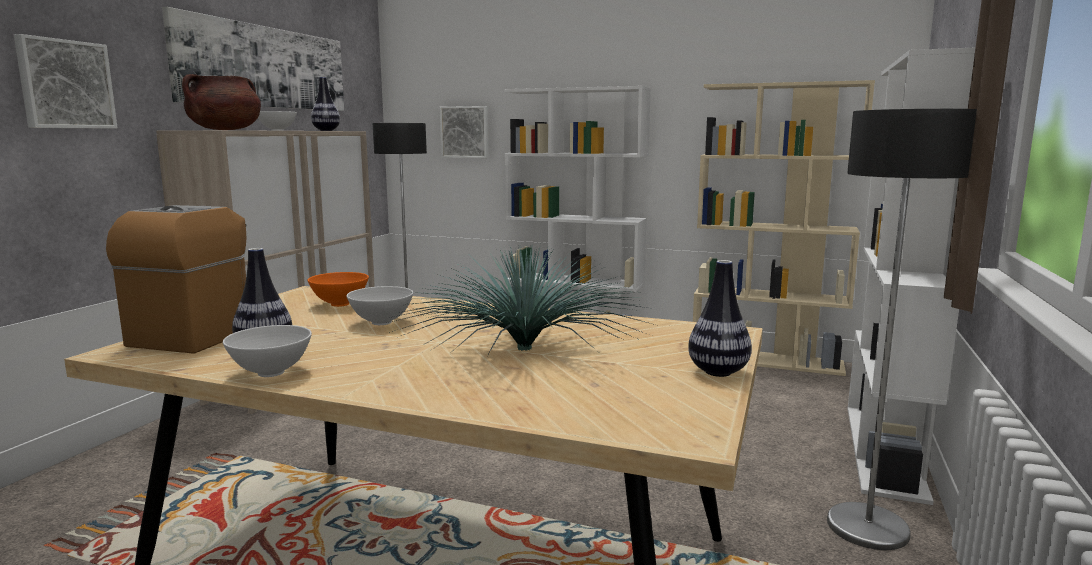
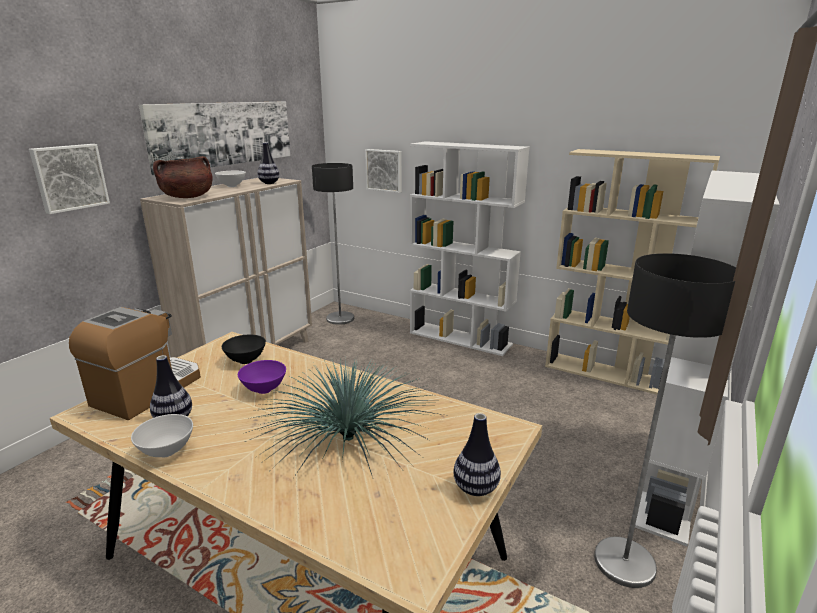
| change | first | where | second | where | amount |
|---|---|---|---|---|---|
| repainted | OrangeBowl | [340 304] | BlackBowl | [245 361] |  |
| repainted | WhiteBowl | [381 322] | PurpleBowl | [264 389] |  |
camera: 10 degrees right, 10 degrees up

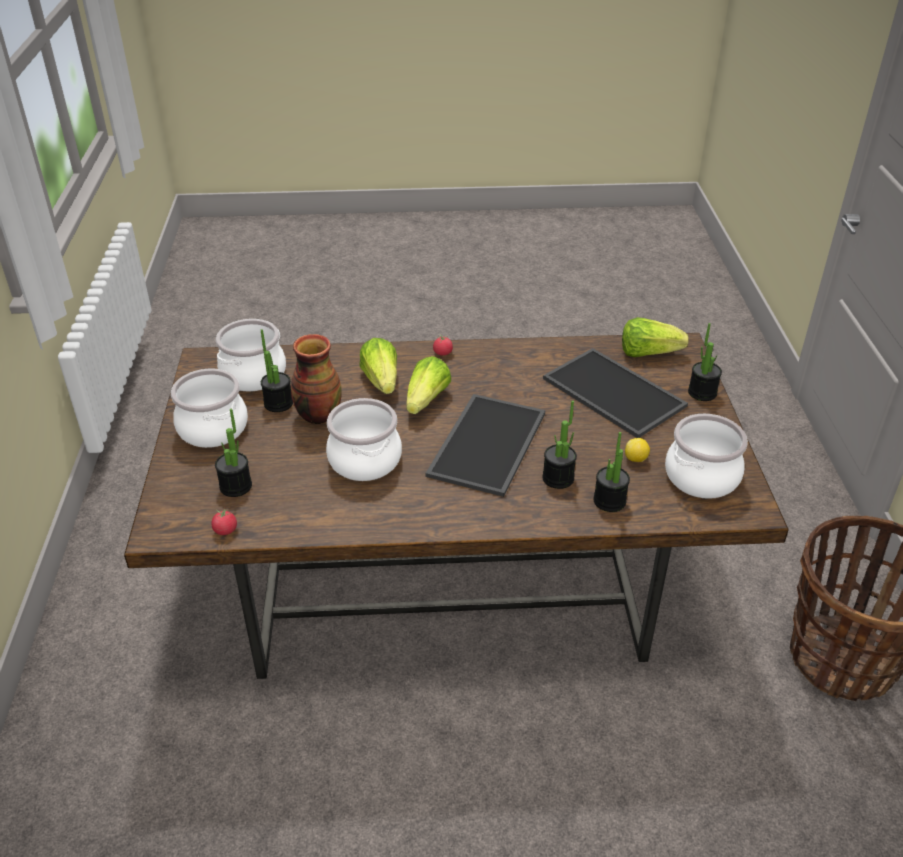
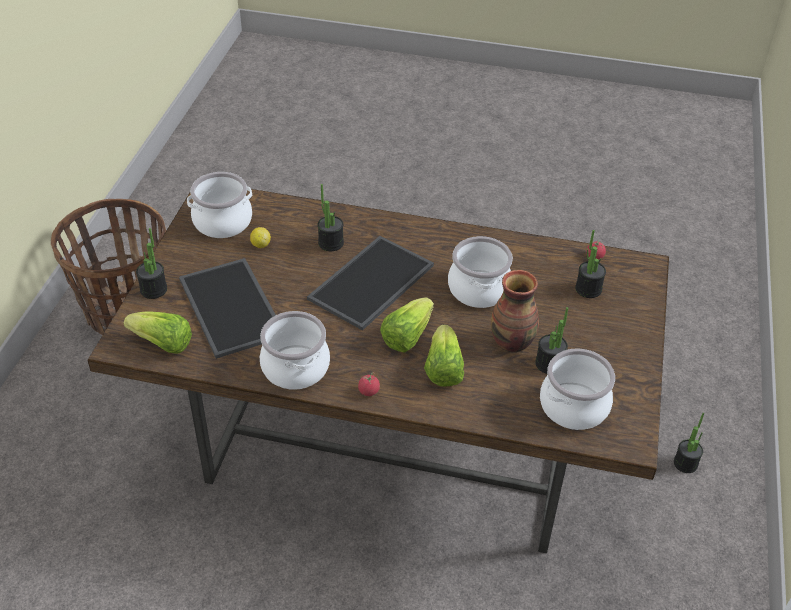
| change | first | where | second | where | amount |
|---|---|---|---|---|---|
| shifted | CookingPot | [213 428] |  | [294 368] |  |
| shifted | PottedPlant | [609 501] |  | [685 463] |  |
camera: 165 degrees left, 5 degrees up

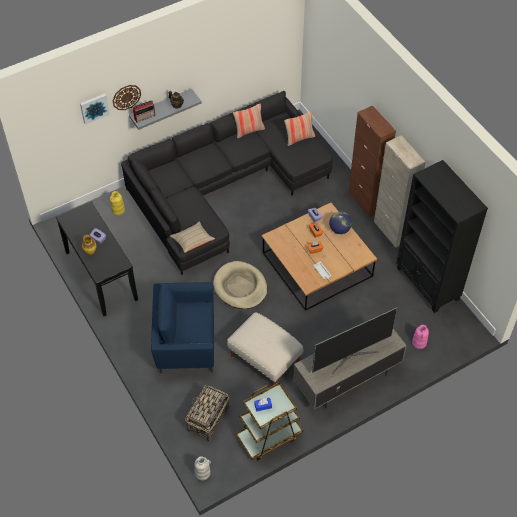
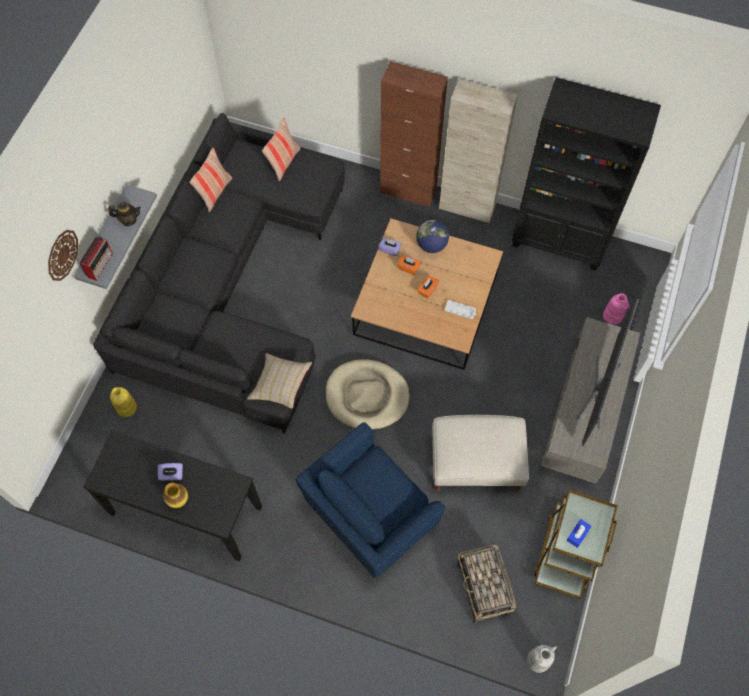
| change | first | where | second | where | amount |
|---|---|---|---|---|---|
| gone | Picture | [94 108] |  |  |  |
camera: 40 degrees left, 10 degrees up

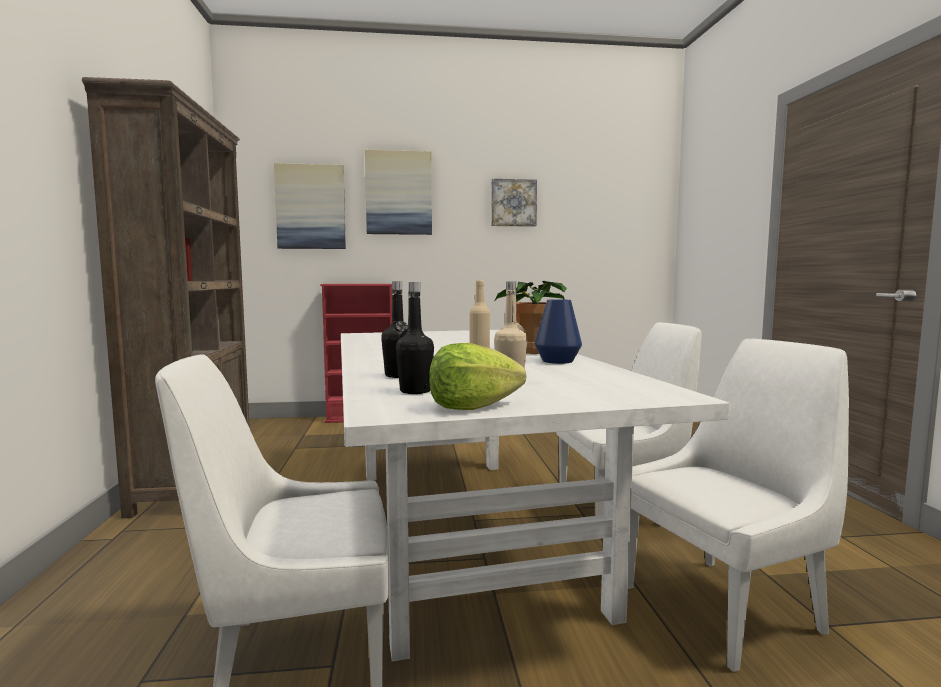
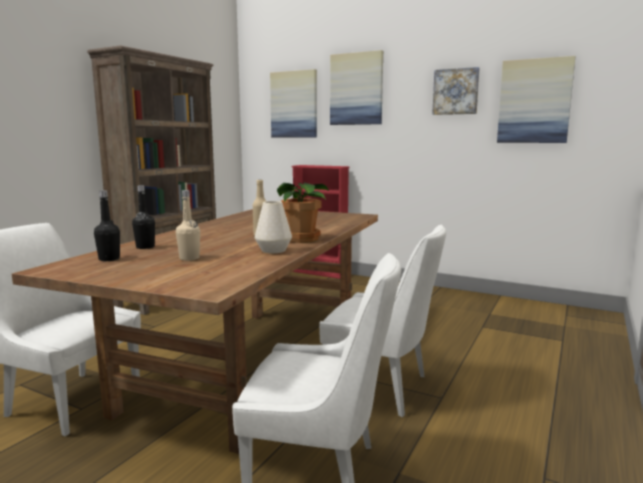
| change | first | where | second | where | amount |
|---|---|---|---|---|---|
| repainted | WhiteDiningTable | [462 530] | BrownDiningTable | [249 365] |  |
| repainted | BlueVase | [558 361] | WhiteVase | [273 250] |  |
| new |  |  | Picture | [534 101] |  |
| gone | Lettuce | [472 406] |  |  |  |
camera: 35 degrees right, 5 degrees up

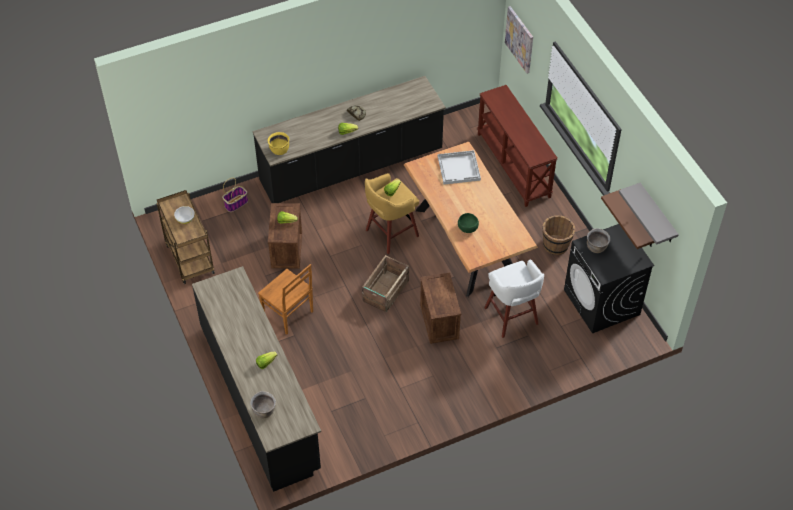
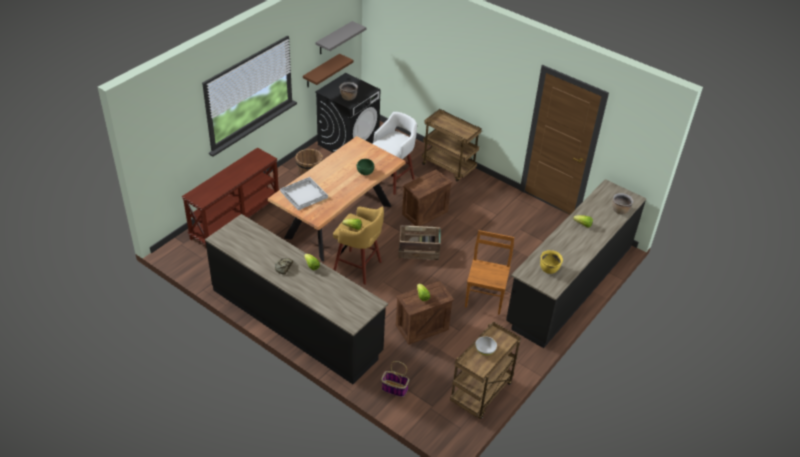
| change | first | where | second | where | amount |
|---|---|---|---|---|---|
| new |  |  | BrownCart | [449 167] |  |
| shifted | YellowCookingPot | [279 150] |  | [549 269] |  |
| gone | Picture | [520 39] |  |  |  |
camera: 120 degrees left, 10 degrees down

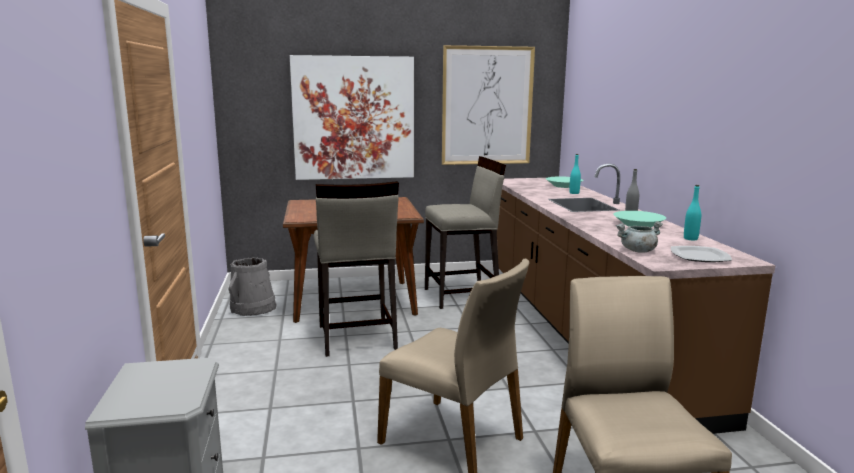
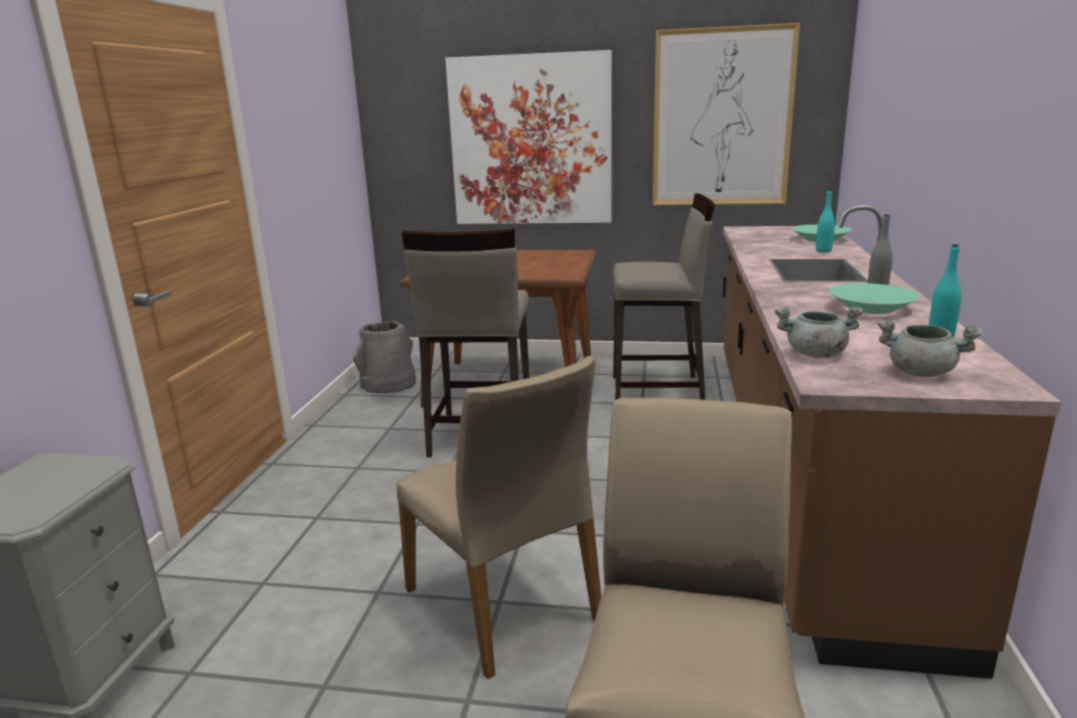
| change | first | where | second | where | amount |
|---|---|---|---|---|---|
| swapped | Plate | [700 256] | GreyCookingPot | [921 372] |  |
camera: 20 degrees right, 5 degrees up

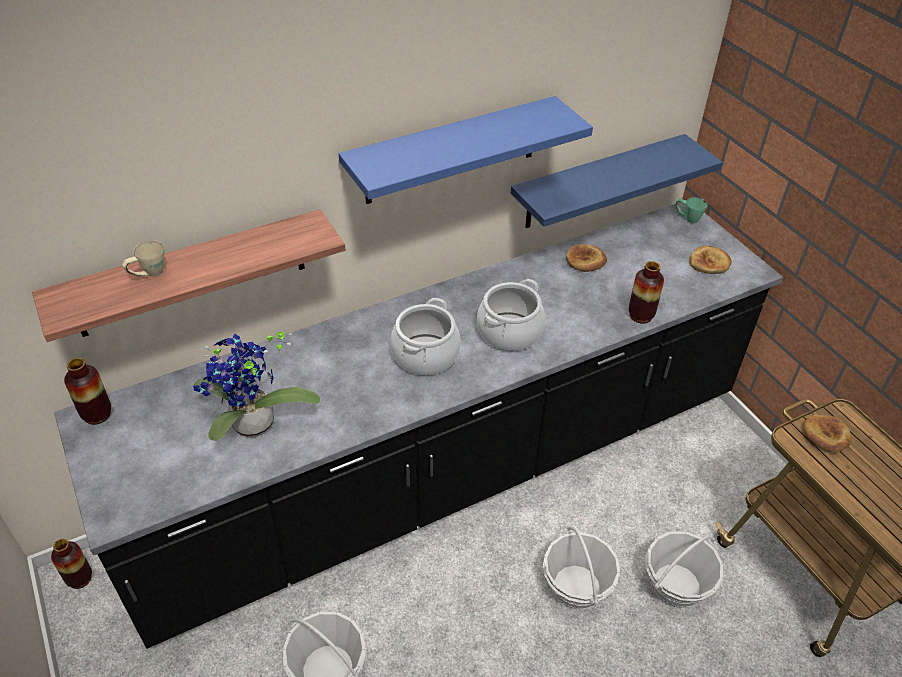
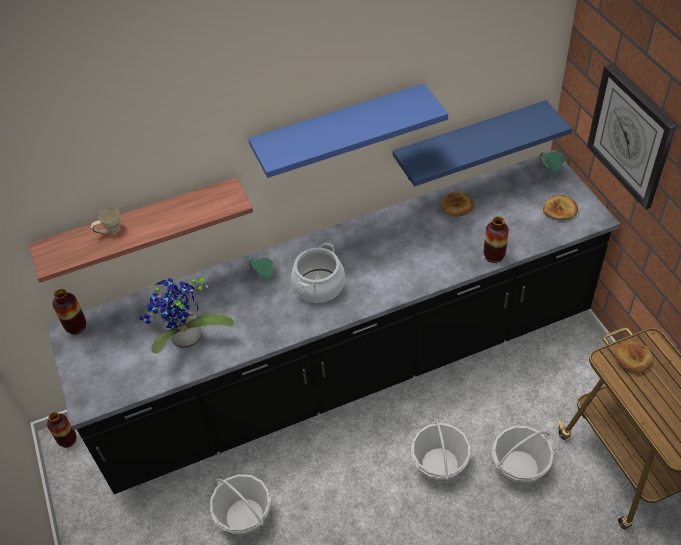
| change | first | where | second | where | amount |
|---|---|---|---|---|---|
| new |  |  | GreenMug | [262 275] |  |
| new |  |  | WallClock | [630 136] |  |
| gone | CookingPot | [509 332] |  |  |  |
camera: 10 degrees right, 5 degrees up

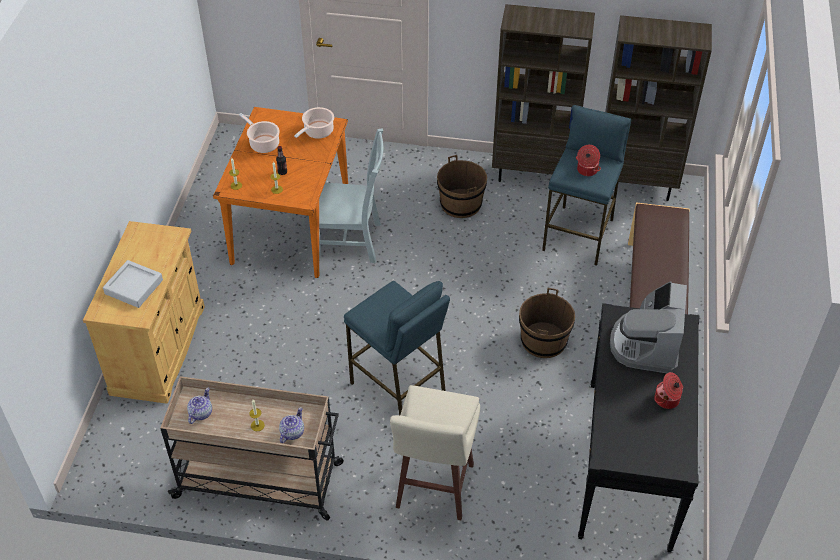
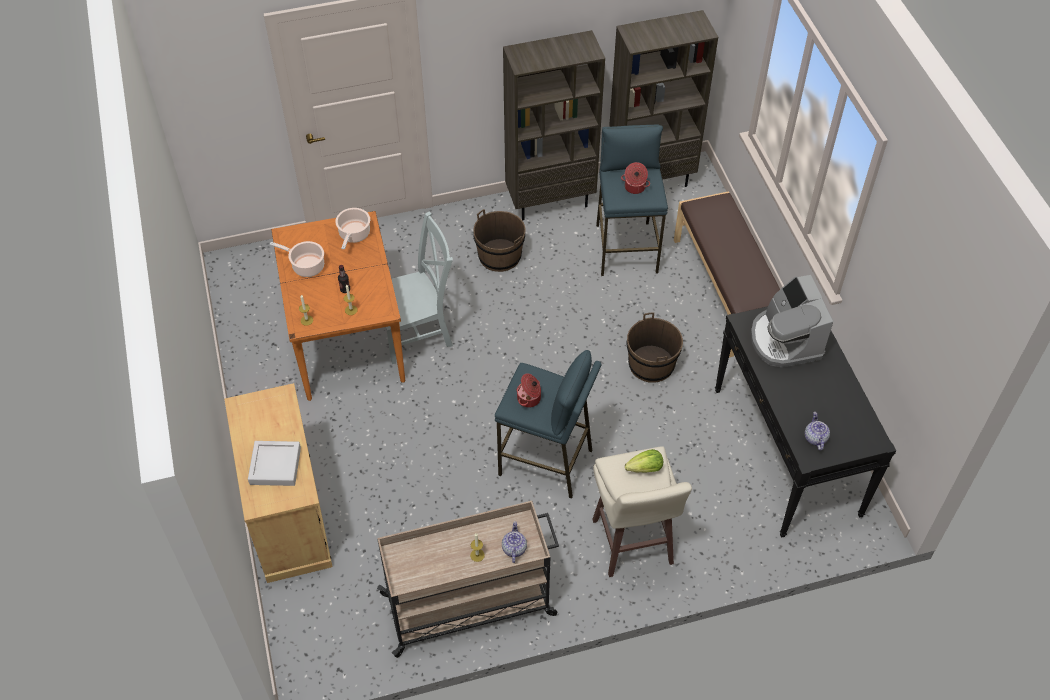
| change | first | where | second | where | amount |
|---|---|---|---|---|---|
| shifted | CookingPot | [667 400] |  | [529 398] |  |
| new |  |  | Lettuce | [645 469] |  |
| shifted | Teapot | [200 413] |  | [815 438] |  |
camera: 25 degrees left, 5 degrees up

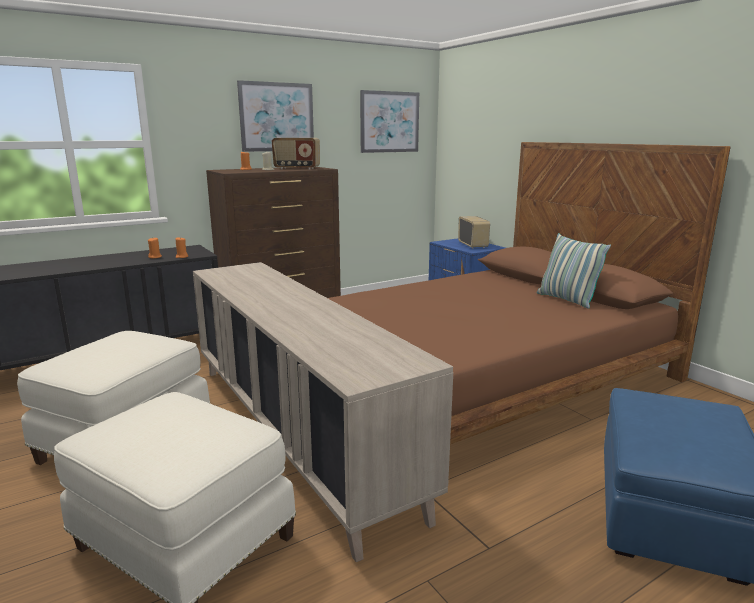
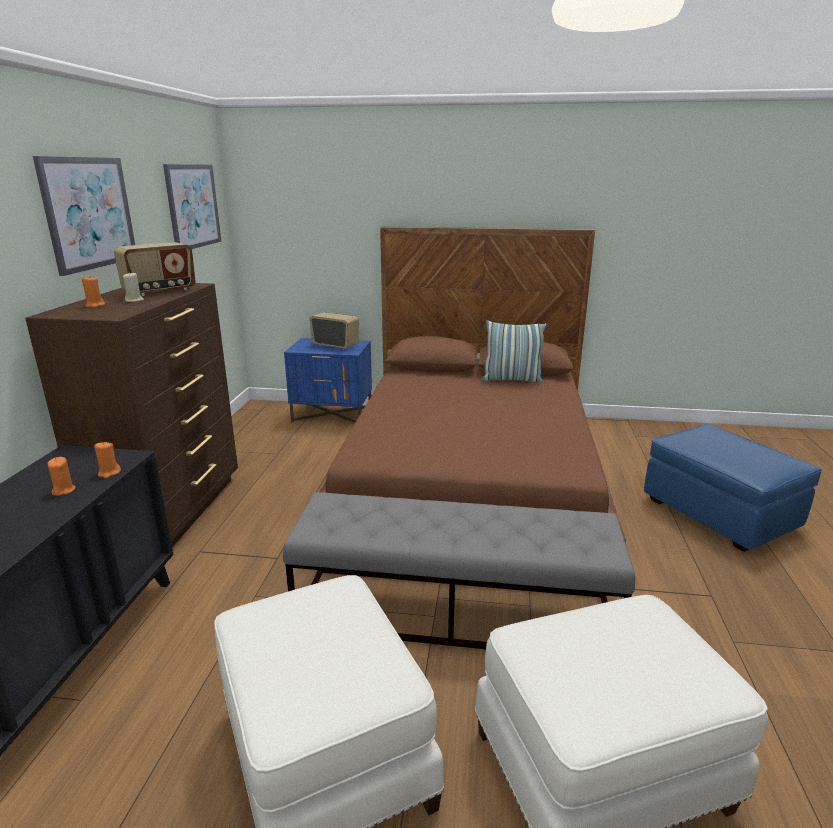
| change | first | where | second | where | amount |
|---|---|---|---|---|---|
| swapped | BeigeCabinet | [296 431] | GreyBench | [455 612] |  |
camera: 50 degrees left, 5 degrees up

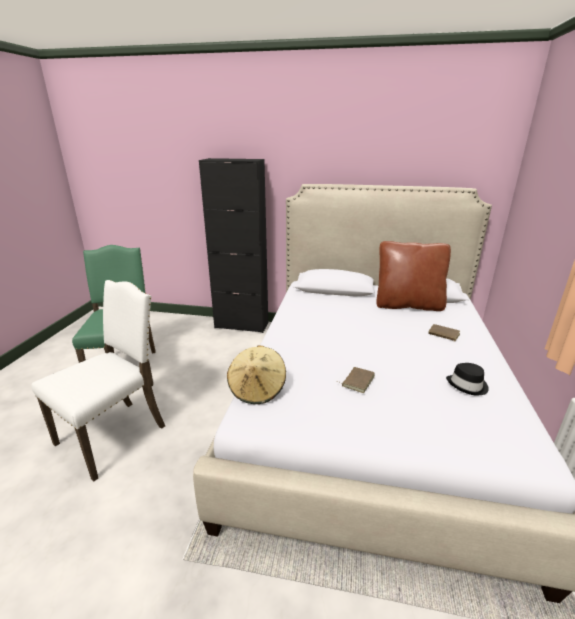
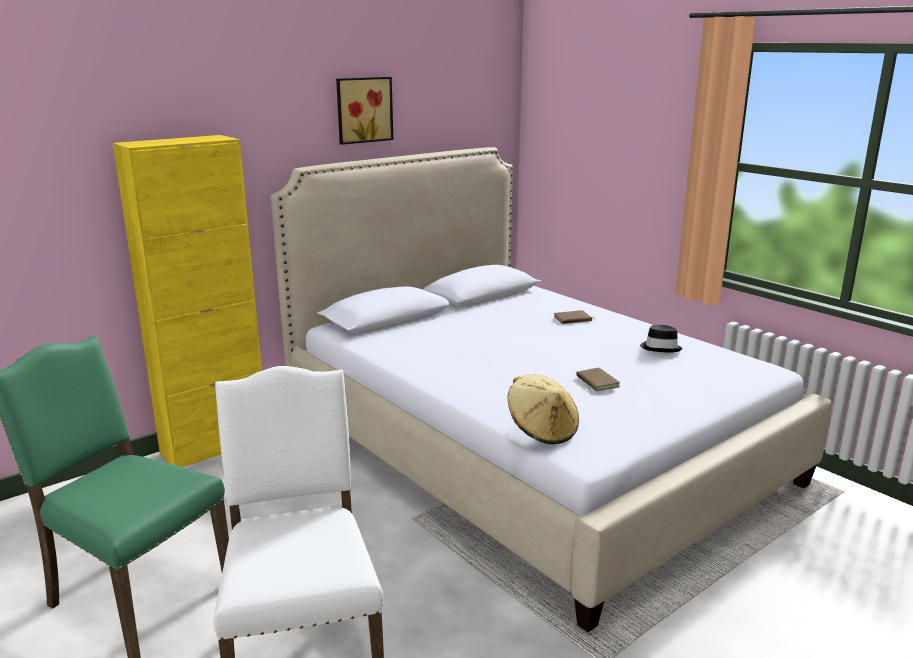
| change | first | where | second | where | amount |
|---|---|---|---|---|---|
| repainted | BlackCabinet | [241 325] | YellowCabinet | [215 446] |  |
| new |  |  | Picture | [363 110] |  |
| gone | BrownPillow | [408 305] |  |  |  |
camera: 50 degrees left, 5 degrees down

